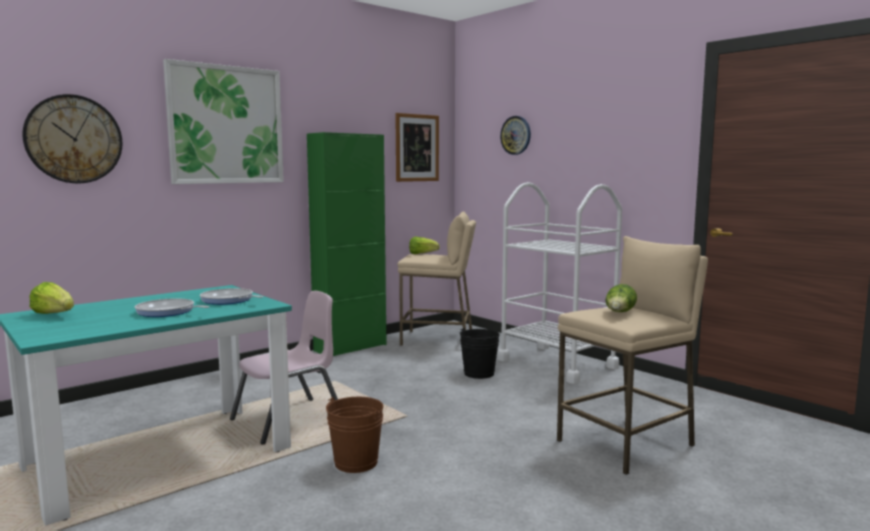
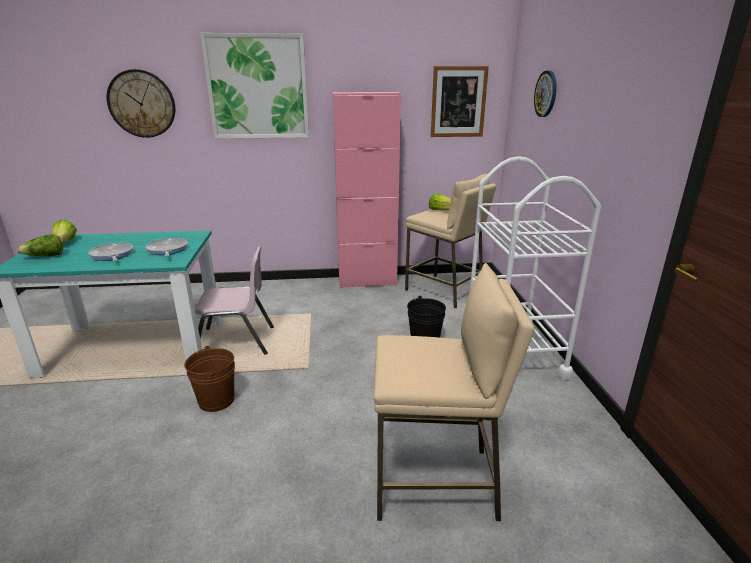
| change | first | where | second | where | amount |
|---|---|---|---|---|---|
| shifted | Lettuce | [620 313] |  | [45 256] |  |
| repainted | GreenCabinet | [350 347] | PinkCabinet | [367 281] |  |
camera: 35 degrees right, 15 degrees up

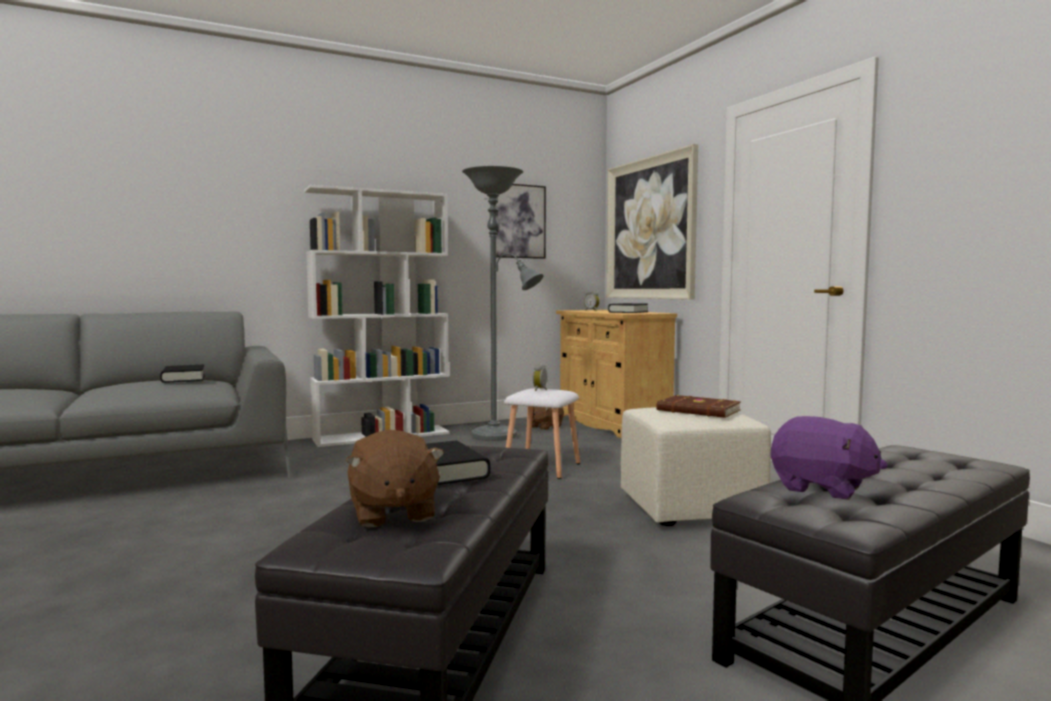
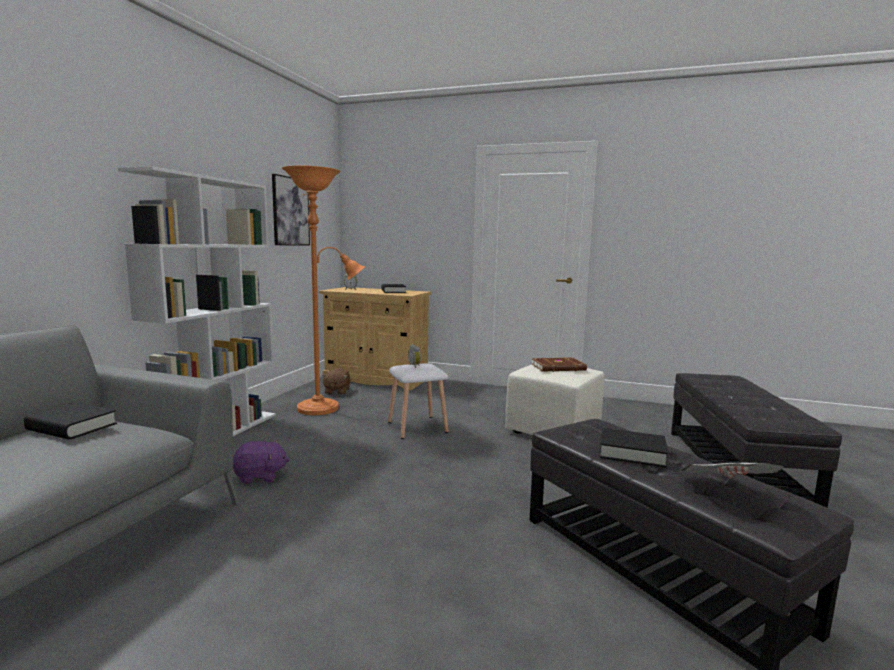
| change | first | where | second | where | amount |
|---|---|---|---|---|---|
| shifted | PurplePlushToy | [821 488] |  | [260 476] |  |
| repainted | GreyFloorLamp | [499 436] | OrangeFloorLamp | [324 408] |  |
| swapped | BrownPlushToy | [392 513] | Newspaper | [724 492] |  |
| gone | Picture | [650 229] |  |  |  |
camera: 45 degrees left, 5 degrees up

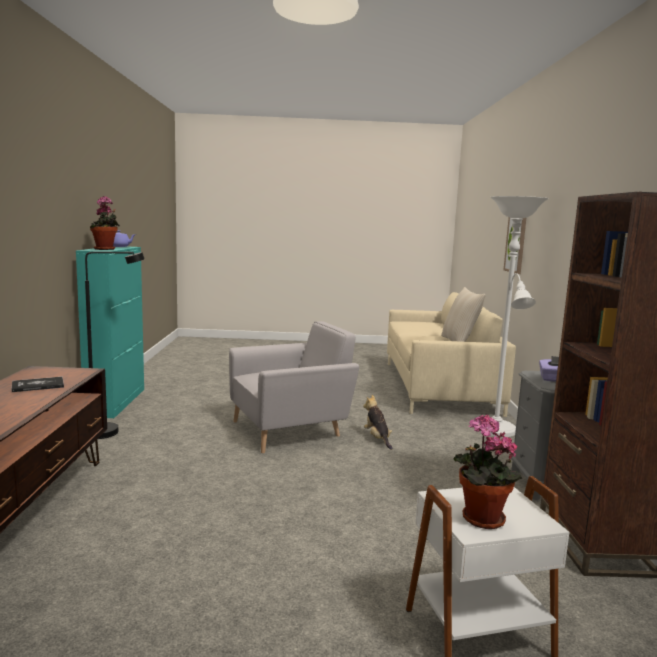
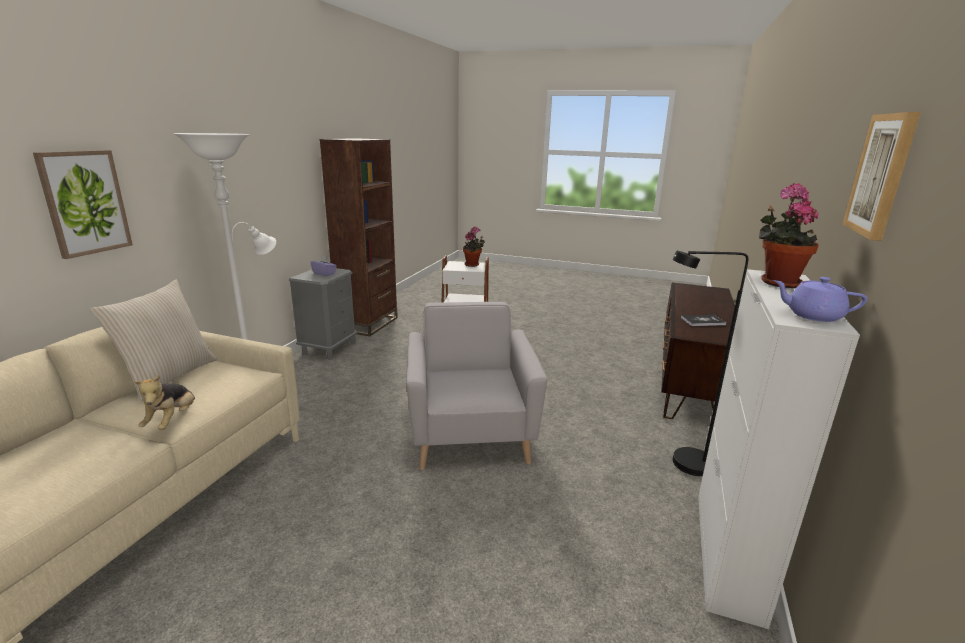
| change | first | where | second | where | amount |
|---|---|---|---|---|---|
| shifted | PlushToy | [377 439] |  | [172 420] |  |
| rotated | GreyArmchair | [290 430] |  | [470 433] | 90 degrees clockwise |
| repainted | TurquoiseCabinet | [116 402] | WhiteCabinet | [727 553] |  |
| new |  |  | Picture | [882 175] |  |
camera: 160 degrees left, 10 degrees up

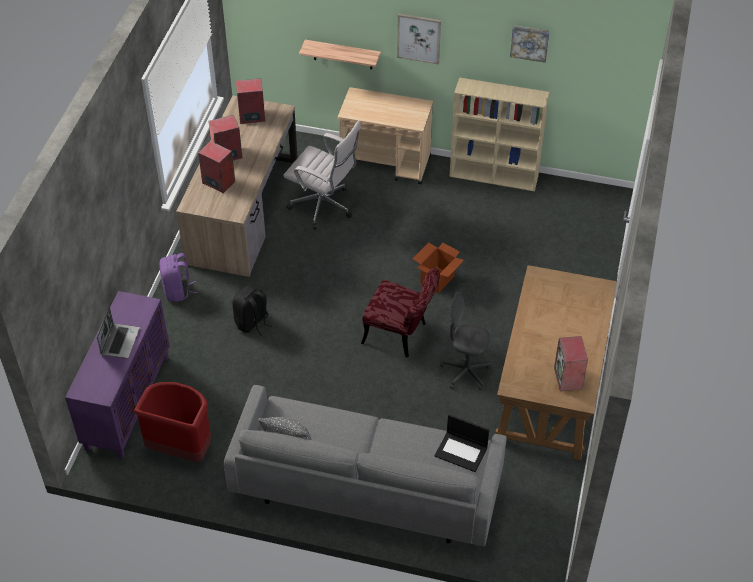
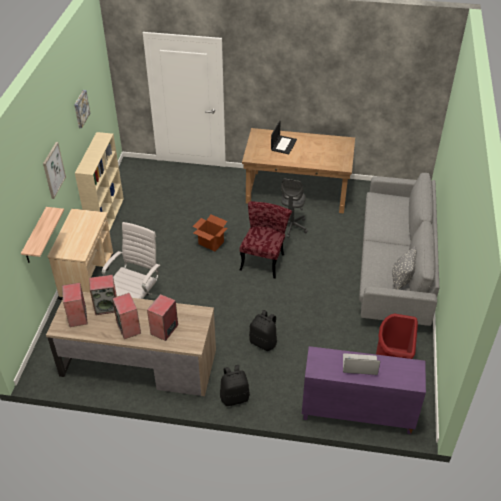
| change | first | where | second | where | amount |
|---|---|---|---|---|---|
| shifted | Speaker | [568 378] |  | [106 306] |  |
| repainted | PurpleBackpack | [178 291] | BlackBackpack | [235 397] |  |
| shifted | Laptop | [461 452] |  | [283 144] |  |
camera: 95 degrees left, 5 degrees down

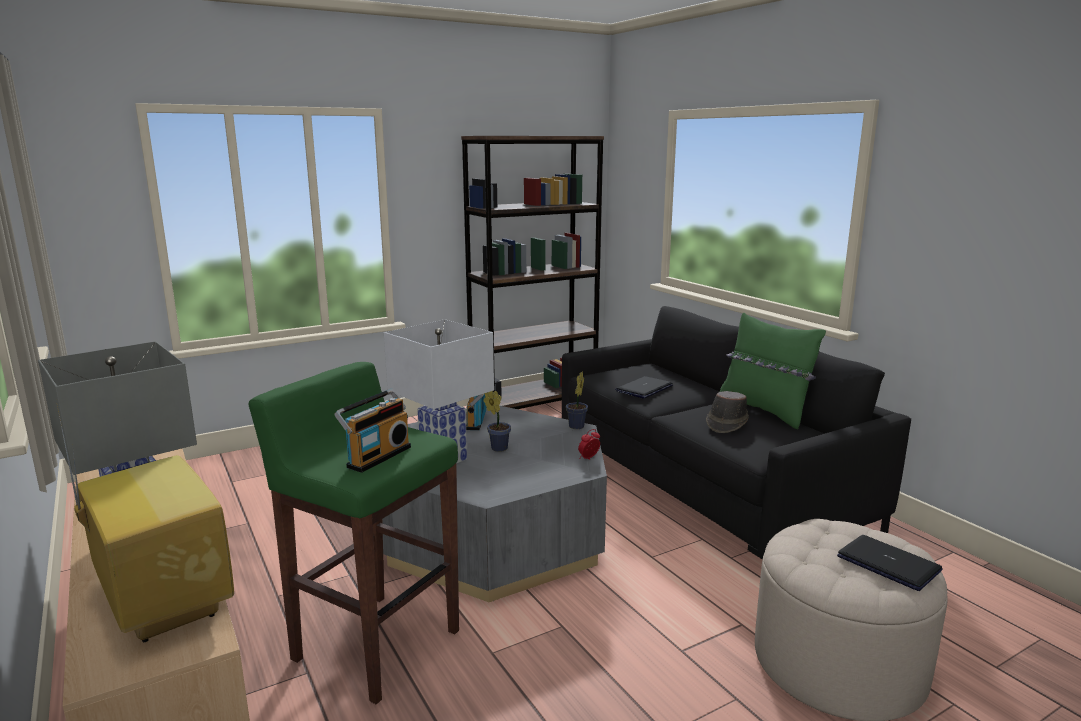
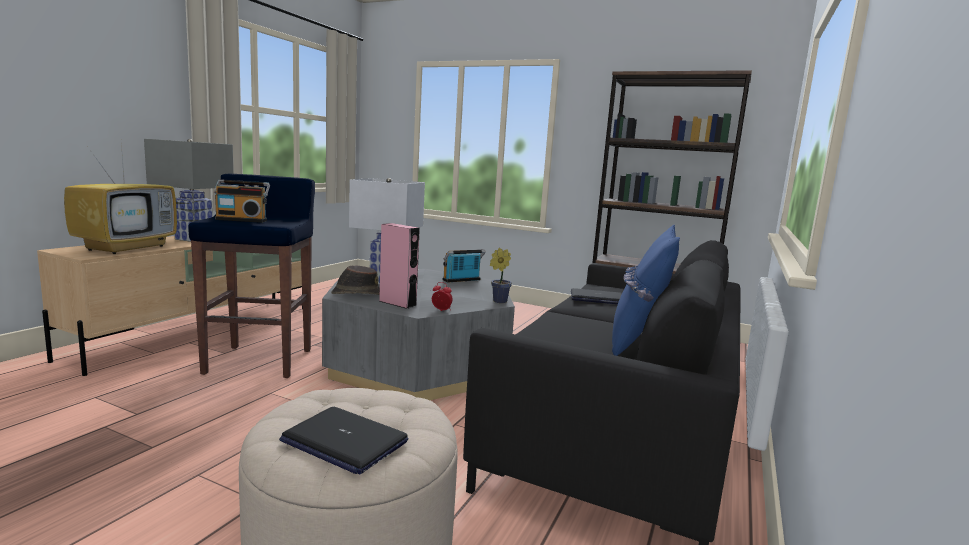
| change | first | where | second | where | amount |
|---|---|---|---|---|---|
| repainted | GreenStool | [375 644] | BlueStool | [260 361] |  |
| rotated | Laptop | [889 564] |  | [344 441] | 105 degrees clockwise |
| shifted | BrownHat | [726 423] |  | [356 294] |  |
| new |  |  | PinkSpeaker | [397 303] |  |
| repainted | GreenPillow | [764 411] | BluePillow | [638 340] |  |
| gone | PottedPlant | [497 448] |  |  |  |
camera: 55 degrees right, 5 degrees down

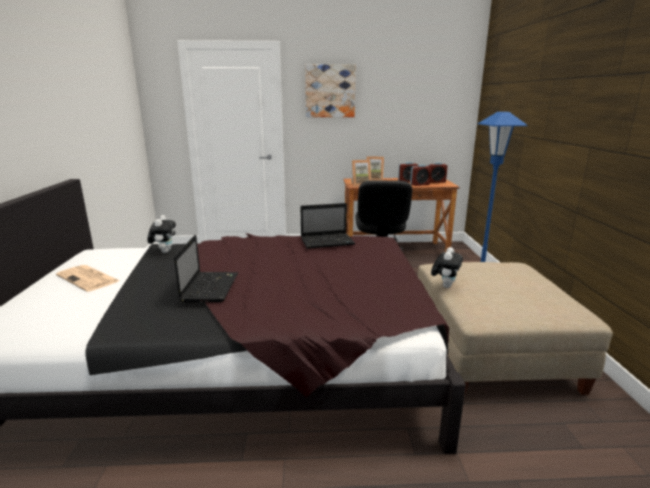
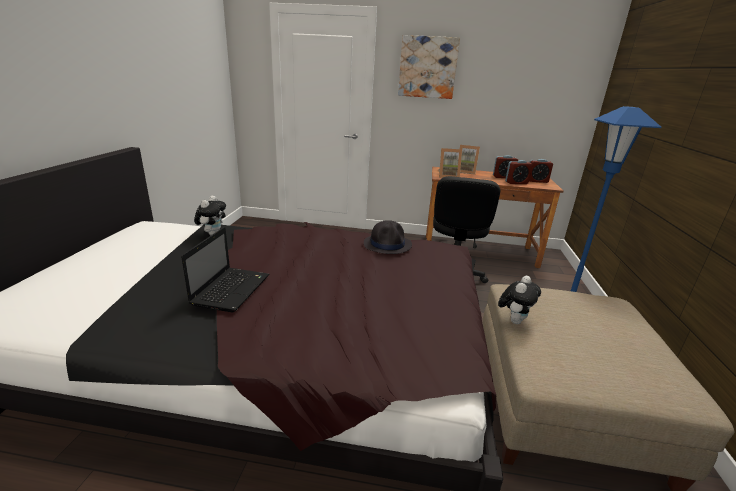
| change | first | where | second | where | amount |
|---|---|---|---|---|---|
| swapped | Laptop | [328 241] | BlackHat | [387 244] |  |
| gone | Newspaper | [89 278] |  |  |  |
camera: 10 degrees right, 5 degrees up

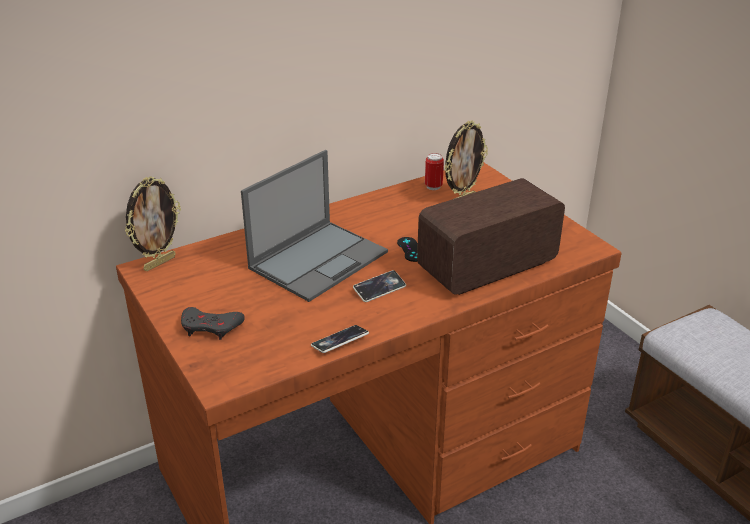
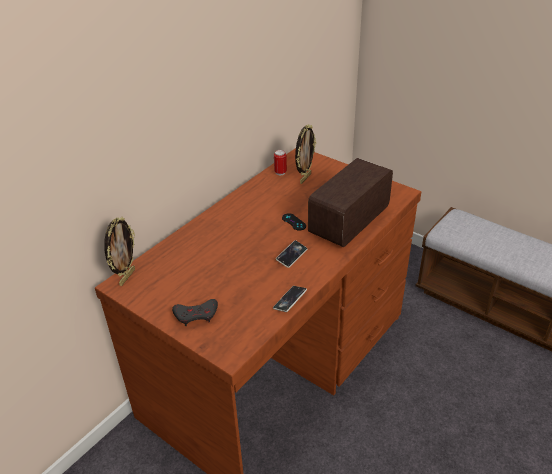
| change | first | where | second | where | amount |
|---|---|---|---|---|---|
| gone | Laptop | [319 259] |  |  |  |
camera: 20 degrees left, 5 degrees up

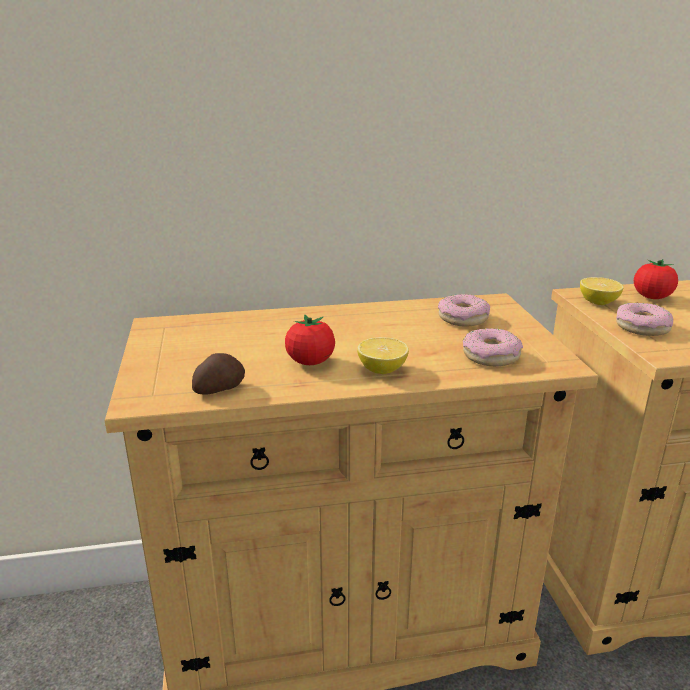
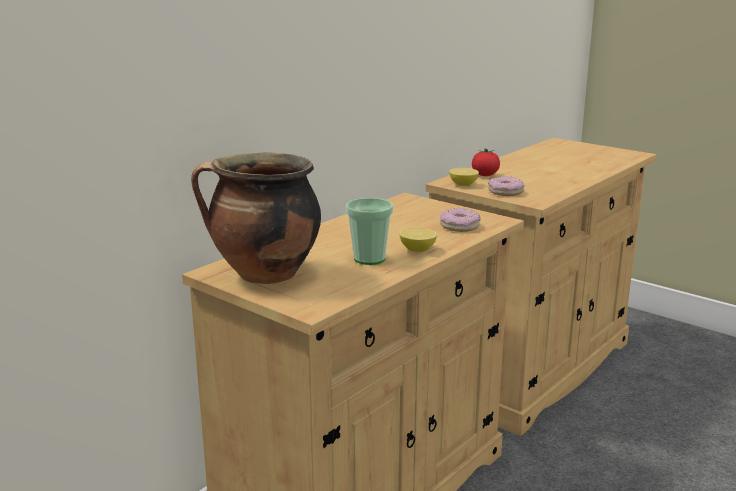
| change | first | where | second | where | amount |
|---|---|---|---|---|---|
| new |  |  | CookingPot | [264 276] |  |
| swapped | Tomato | [310 362] | Cup | [369 259] |  |
| gone | Potato | [218 388] |  |  |  |
| gone | Donut | [463 318] |  |  |  |
camera: 40 degrees left, 5 degrees down

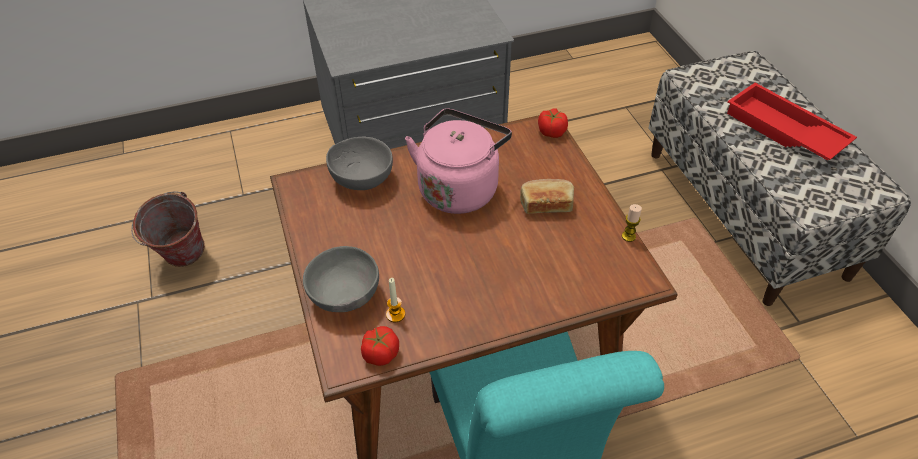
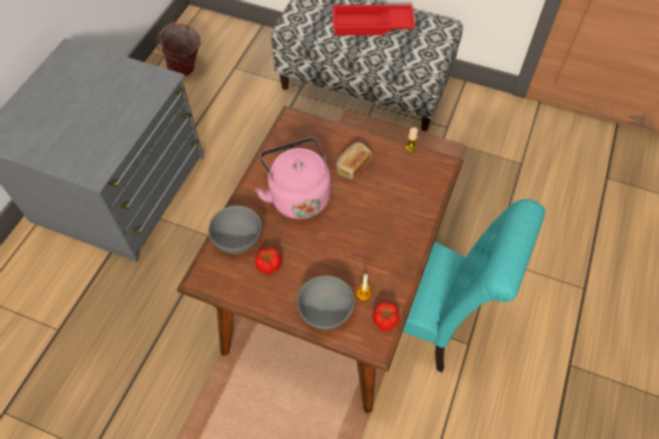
| change | first | where | second | where | amount |
|---|---|---|---|---|---|
| shifted | Bucket | [181 260] |  | [186 71] |  |
| shifted | Tomato | [551 132] |  | [268 265] |  |
camera: 50 degrees left, 10 degrees up

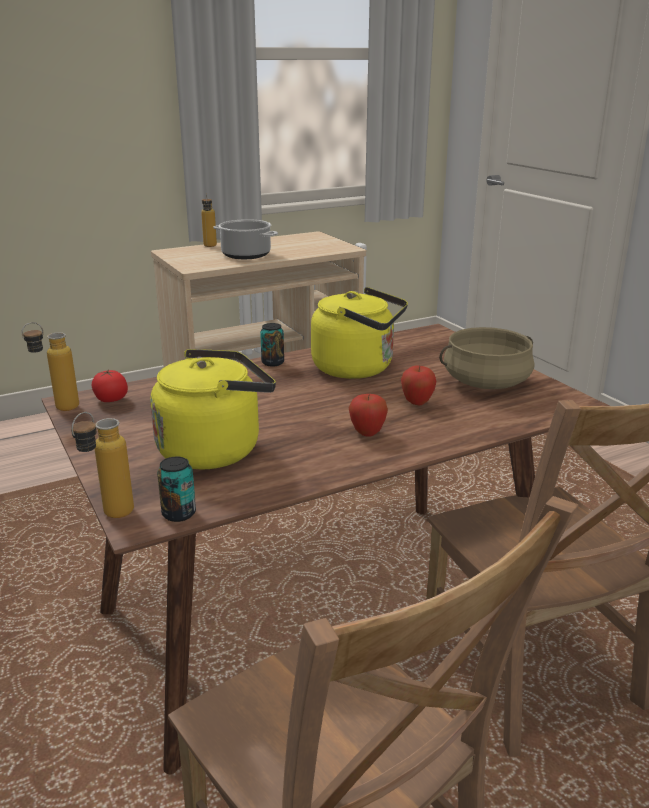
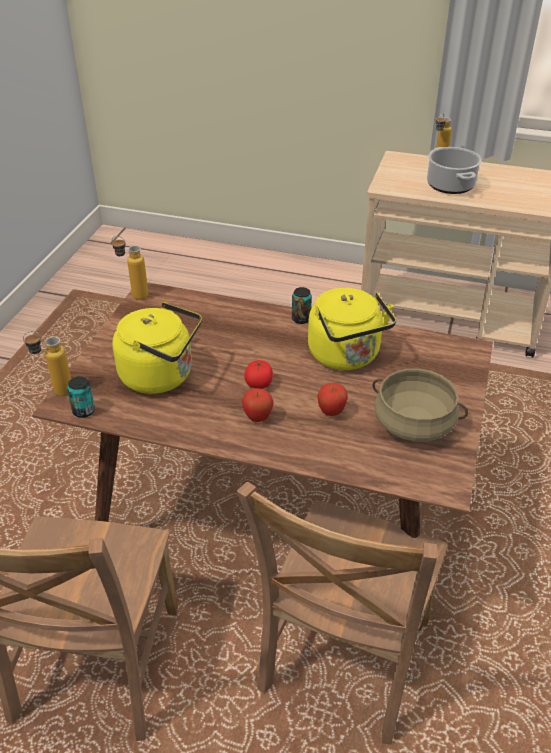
| change | first | where | second | where | amount |
|---|---|---|---|---|---|
| shifted | Tomato | [111 399] |  | [258 384] |  |
camera: 45 degrees right, 15 degrees up

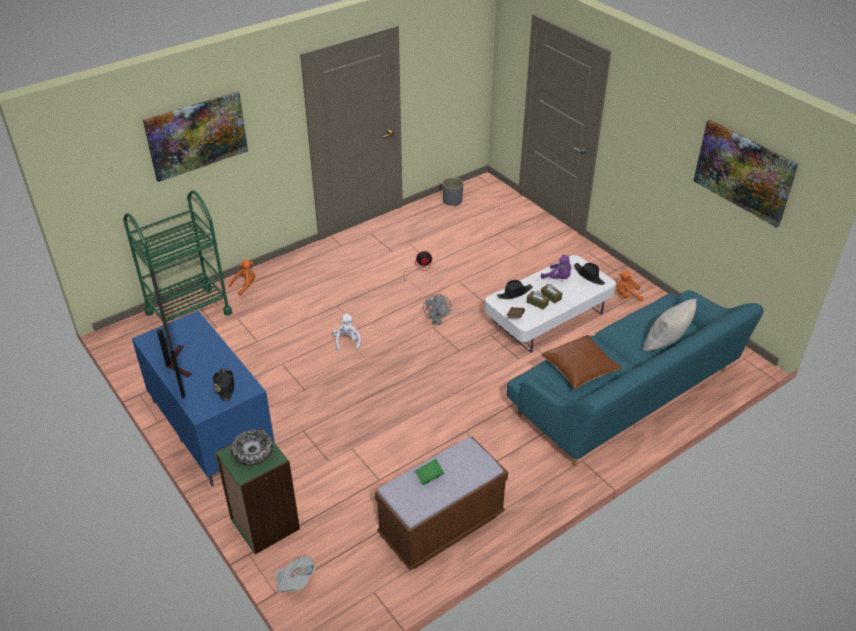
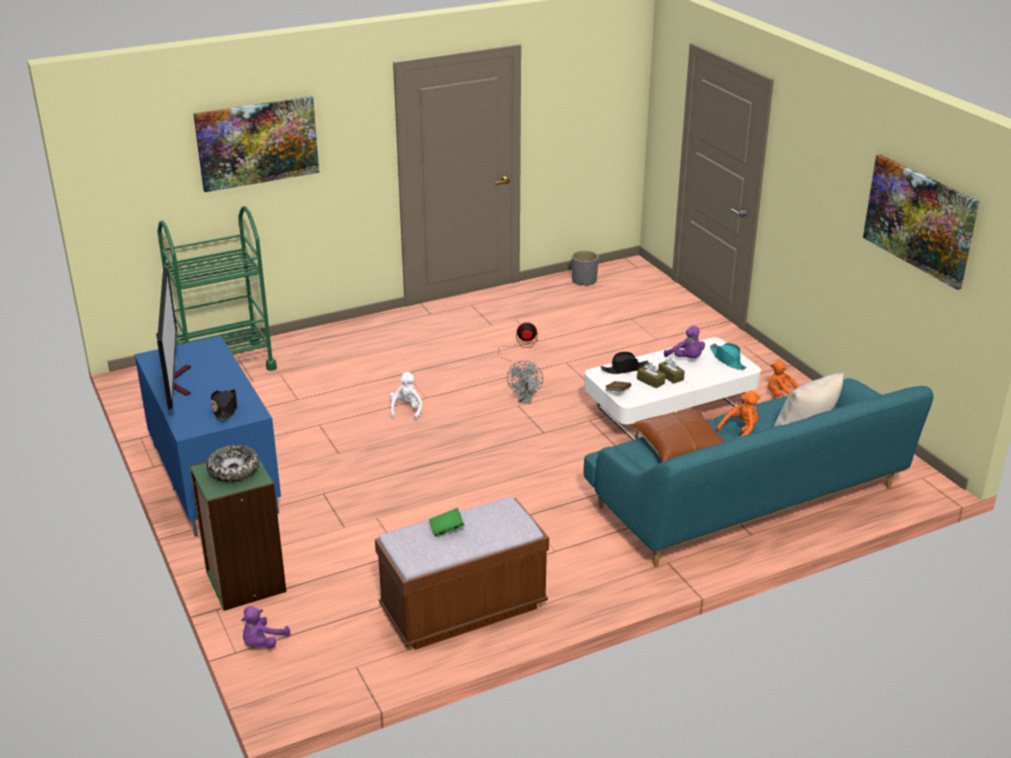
| change | first | where | second | where | amount |
|---|---|---|---|---|---|
| swapped | Newspaper | [294 581] | PurplePlushToy | [263 643] |  |
| repainted | BlackHat | [589 276] | TurquoiseHat | [727 360] |  |
| shifted | OrangePlushToy | [245 285] |  | [740 432] |  |
camera: 10 degrees right, 10 degrees down

